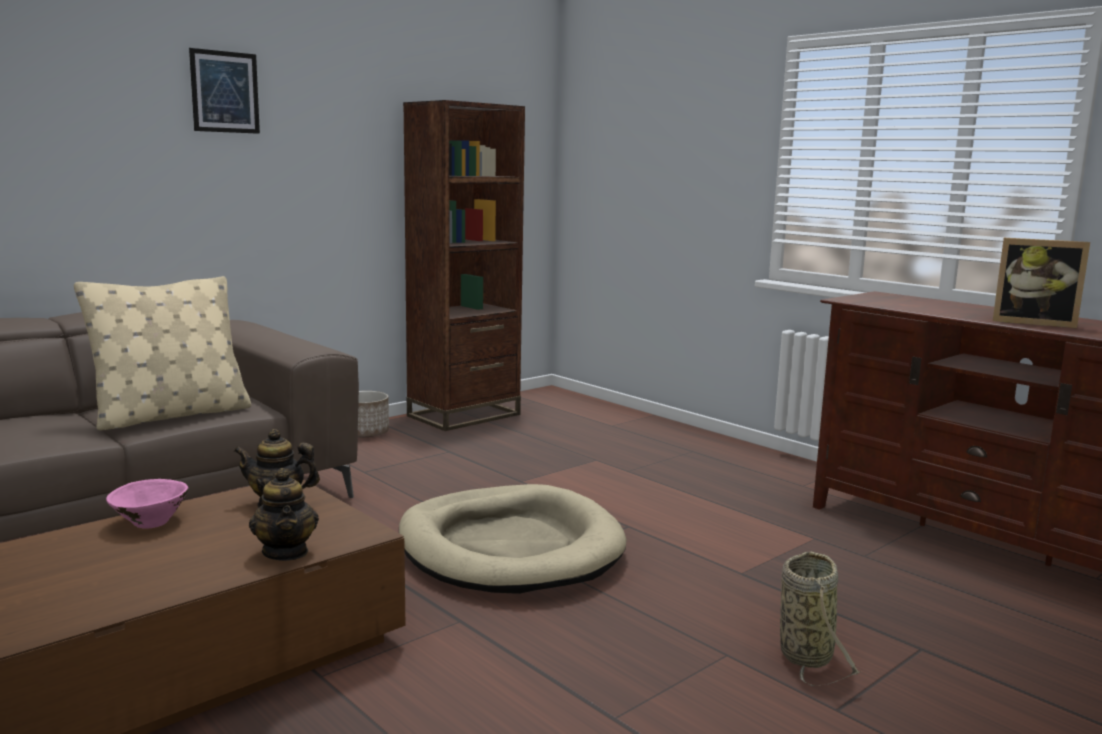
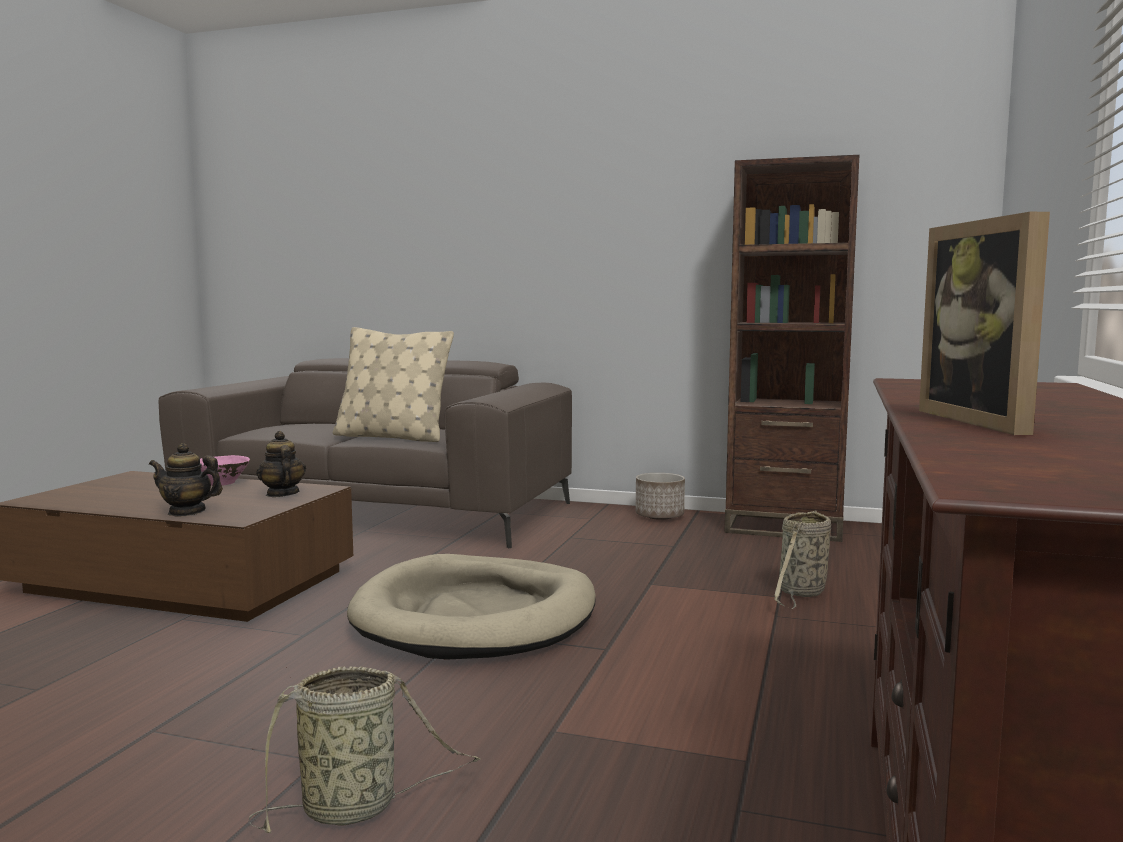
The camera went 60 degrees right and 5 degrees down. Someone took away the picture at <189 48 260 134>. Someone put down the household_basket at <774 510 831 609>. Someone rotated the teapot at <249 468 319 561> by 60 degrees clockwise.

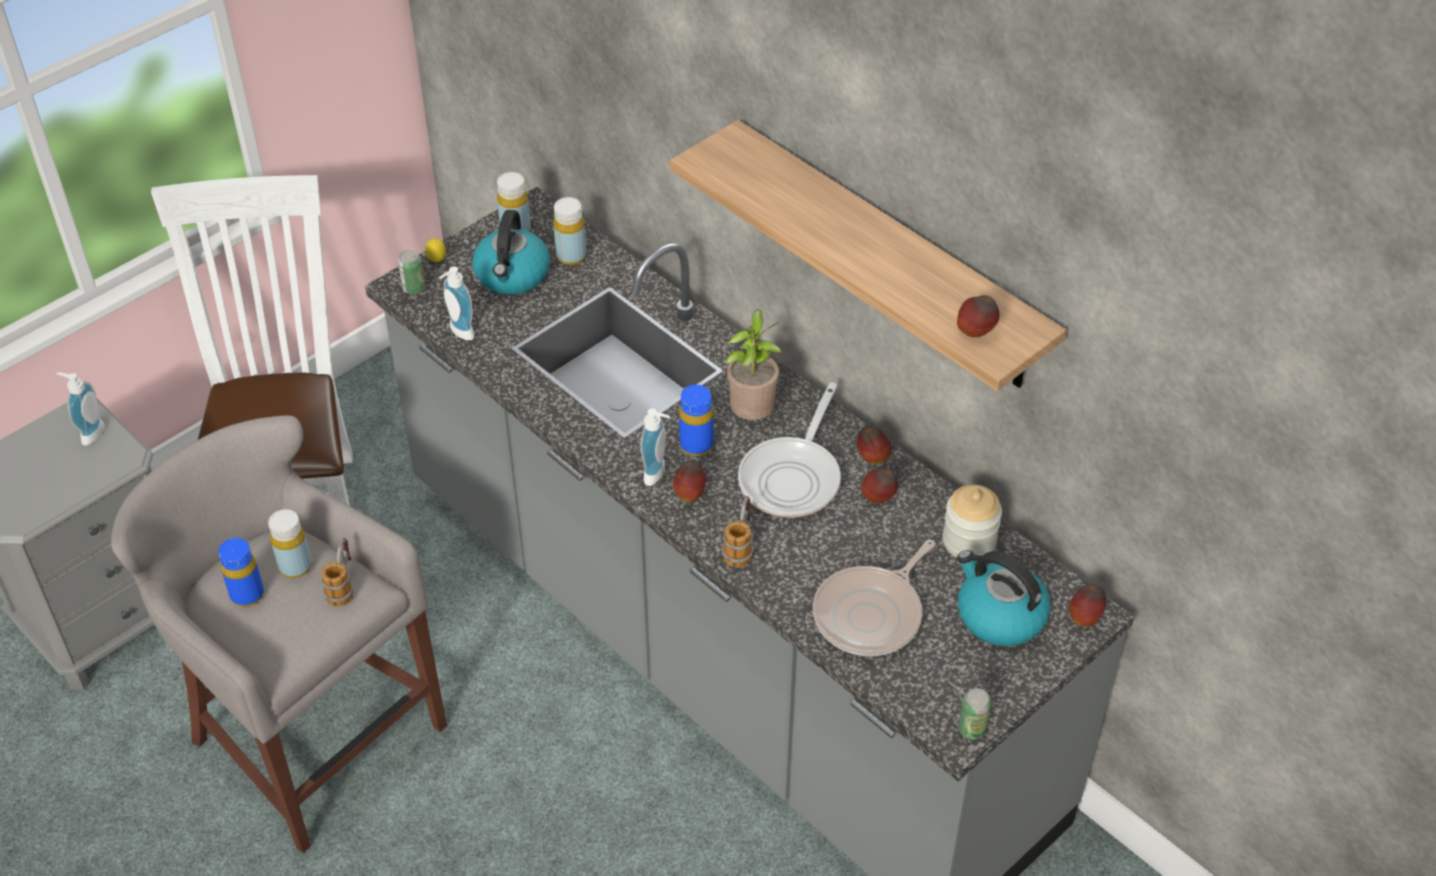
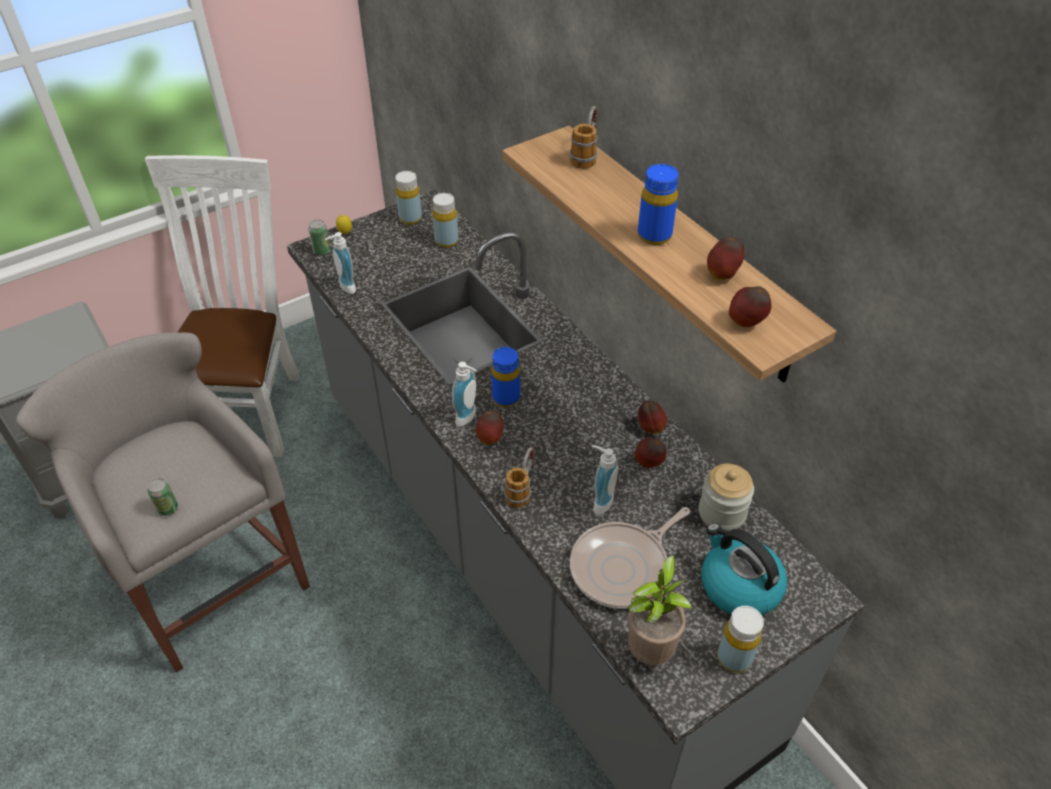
The camera went 10 degrees right and 0 degrees up. Someone took away the water_kettle at <472 210 550 295>. Someone took away the frying_pan at <738 382 841 518>. Someone carried the liquid_soap_bottle from <56 372 104 446> to <592 445 618 515>. Someone carried the blue-coloured_drink_bottle from <218 538 264 607> to <638 164 679 245>. Someone carried the yellow-coloured_drink_bottle from <268 509 312 578> to <717 606 764 673>. Someone carried the tea_mug from <321 538 353 606> to <570 106 598 169>. Someone carried the potted_plant from <726 309 782 420> to <628 556 692 665>. Someone carried the metal_can from <958 688 991 739> to <148 478 178 516>. Someone carried the whole_apple from <1069 584 1106 627> to <707 237 745 280>.

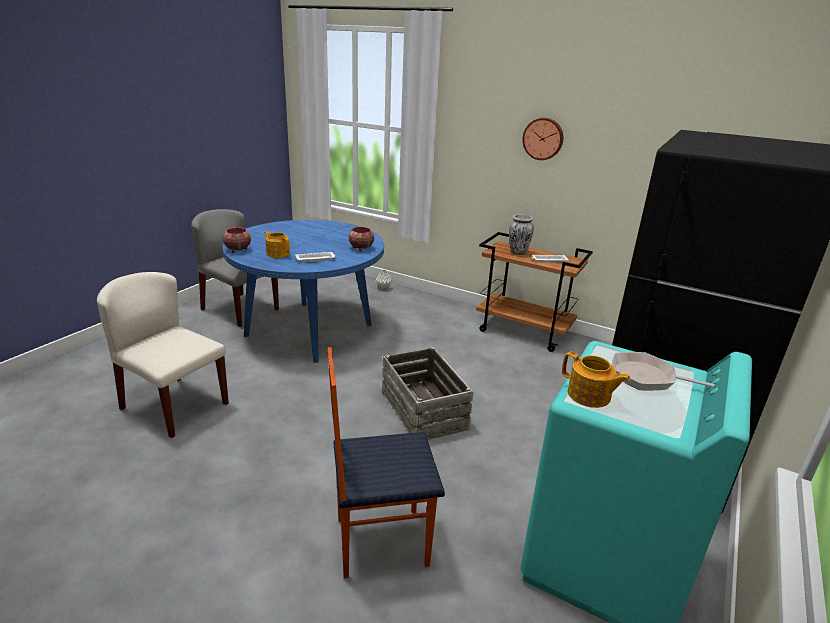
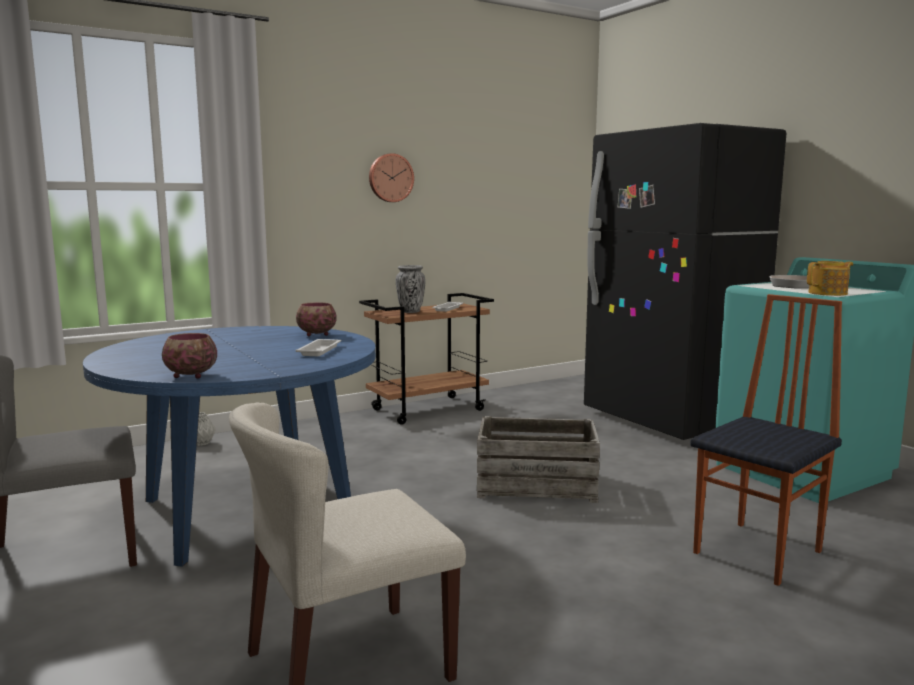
The camera went 60 degrees left and 15 degrees down. Someone took away the teapot at <264 231 290 258>. Someone rotated the plain_chair at <328 347 445 579> by 150 degrees counterclockwise.

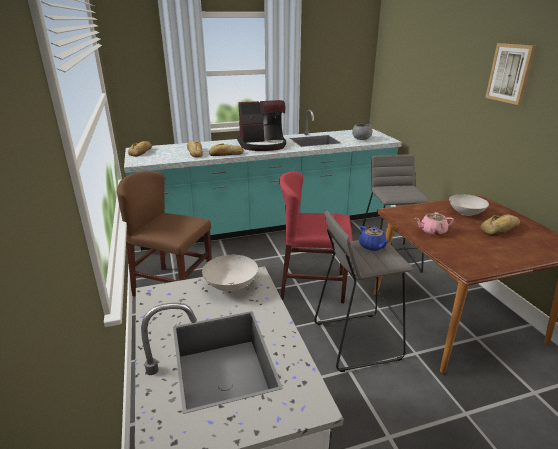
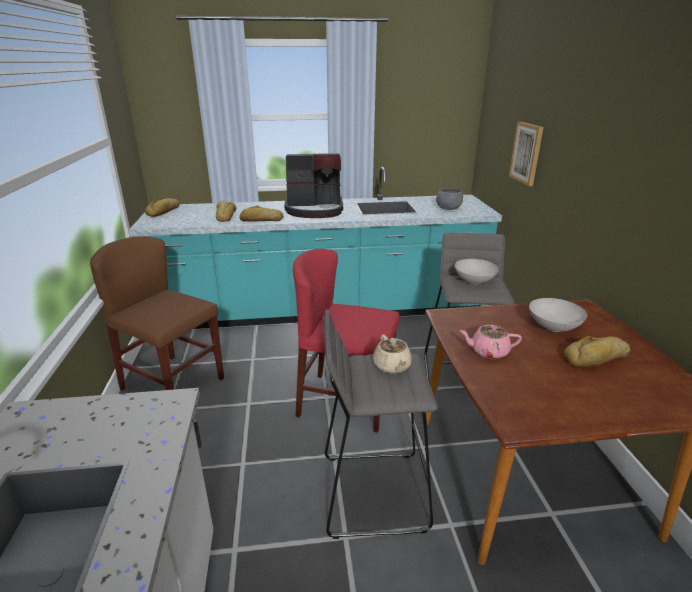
The camera went 10 degrees right and 0 degrees up. Someone carried the white_serving_bowl from <202 255 258 292> to <454 259 499 284>. Someone carried the picture from <485 43 536 105> to <509 122 543 186>. Someone repainted the blue-coloured_teapot at <359 226 390 251>, which became the beige-coloured_teapot at <373 335 412 374>.

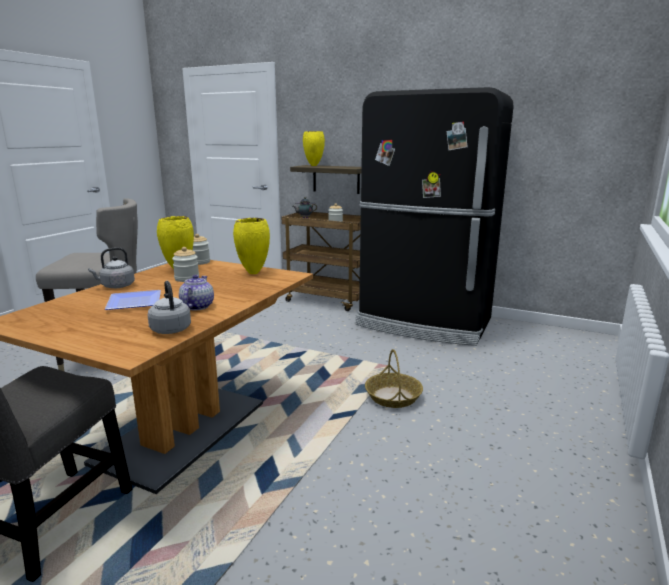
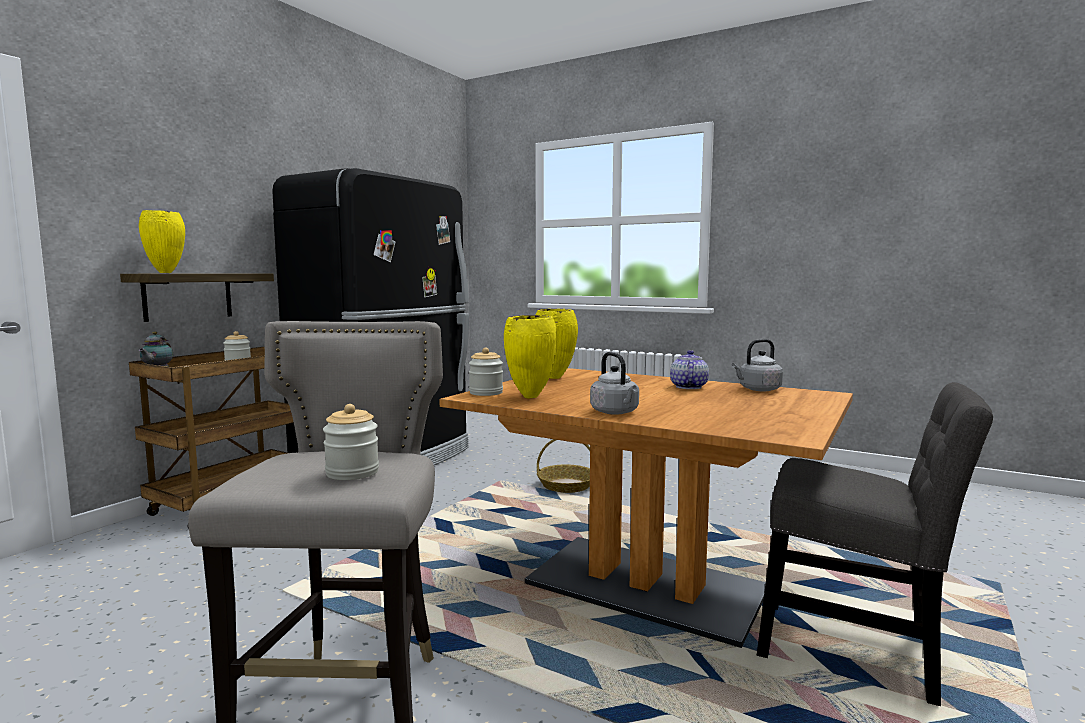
The camera went 85 degrees left and 10 degrees down. Someone took away the plate at <105 290 161 310>. Someone carried the preserve_jar from <172 247 199 282> to <323 404 379 480>. Someone rotated the teapot at <179 275 214 310> by 90 degrees clockwise.

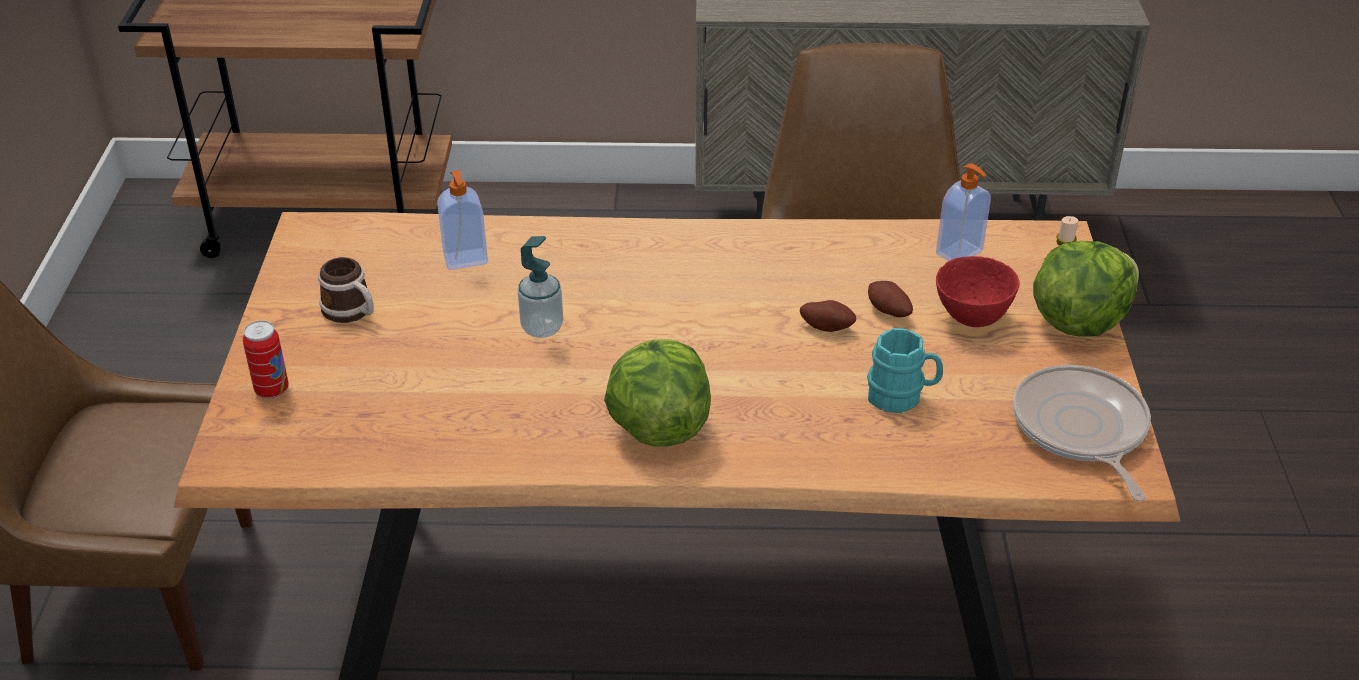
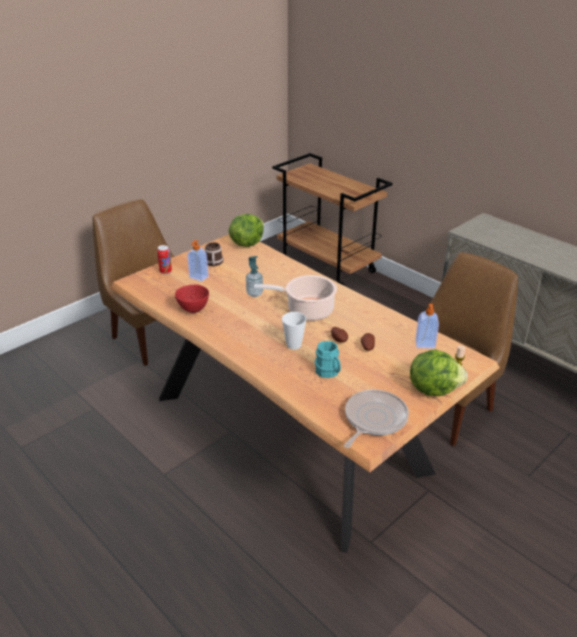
The camera went 45 degrees right and 5 degrees down. Someone put down the saucepot at <254 275 337 321>. Someone put down the small_cup at <282 312 307 350>. Someone carried the liquid_soap_bottle from <437 170 488 270> to <187 240 209 282>. Someone carried the lettuce_head from <604 339 711 446> to <229 214 264 247>. Someone carried the red_serving_bowl from <936 256 1020 327> to <175 284 209 313>.

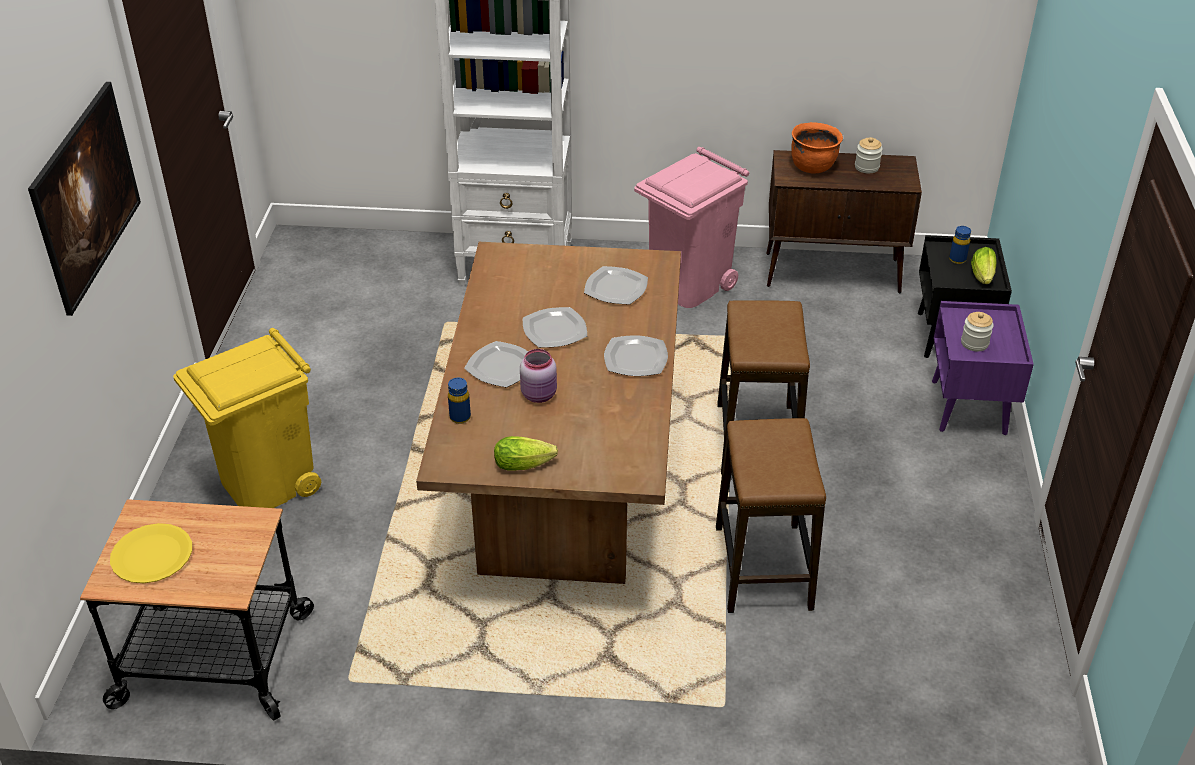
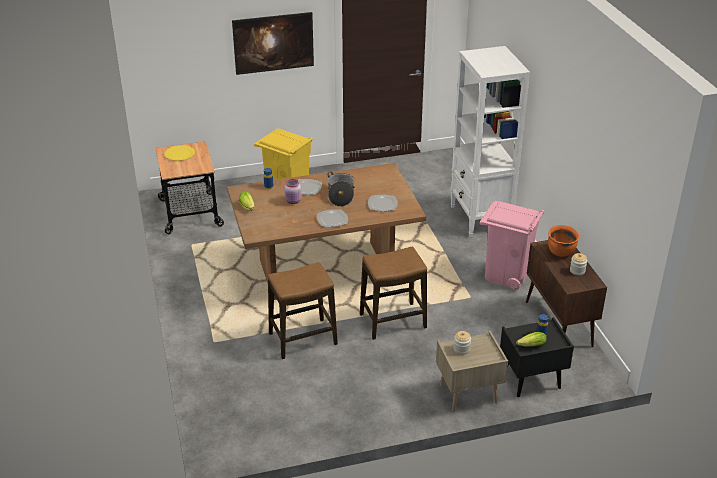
The camera went 70 degrees right and 5 degrees down. Someone swapped the plate at <523 307 587 348> for the saucepot at <328 172 355 207>. Someone repainted the purple-coloured_night_table at <932 301 1034 435>, which became the beige-coloured_night_table at <436 331 508 412>.

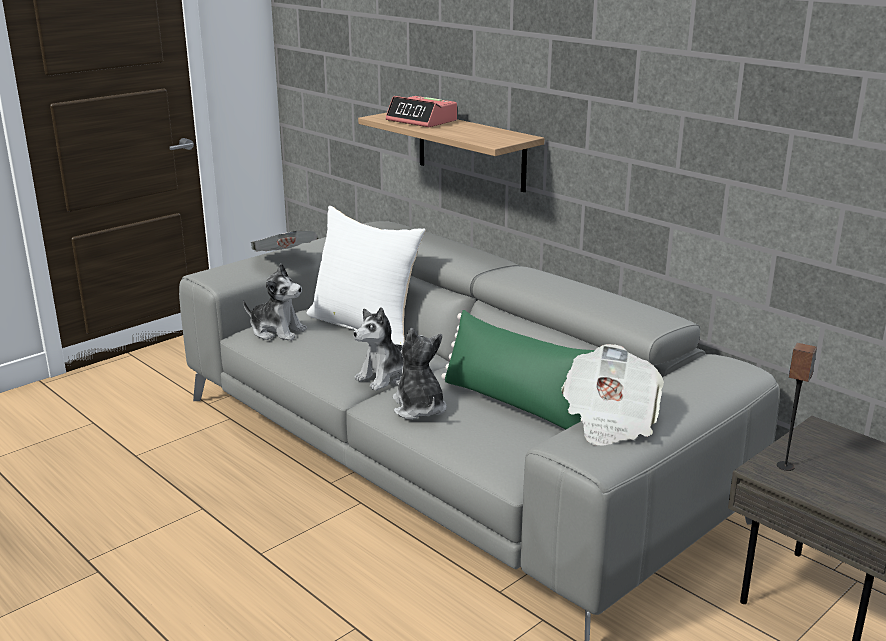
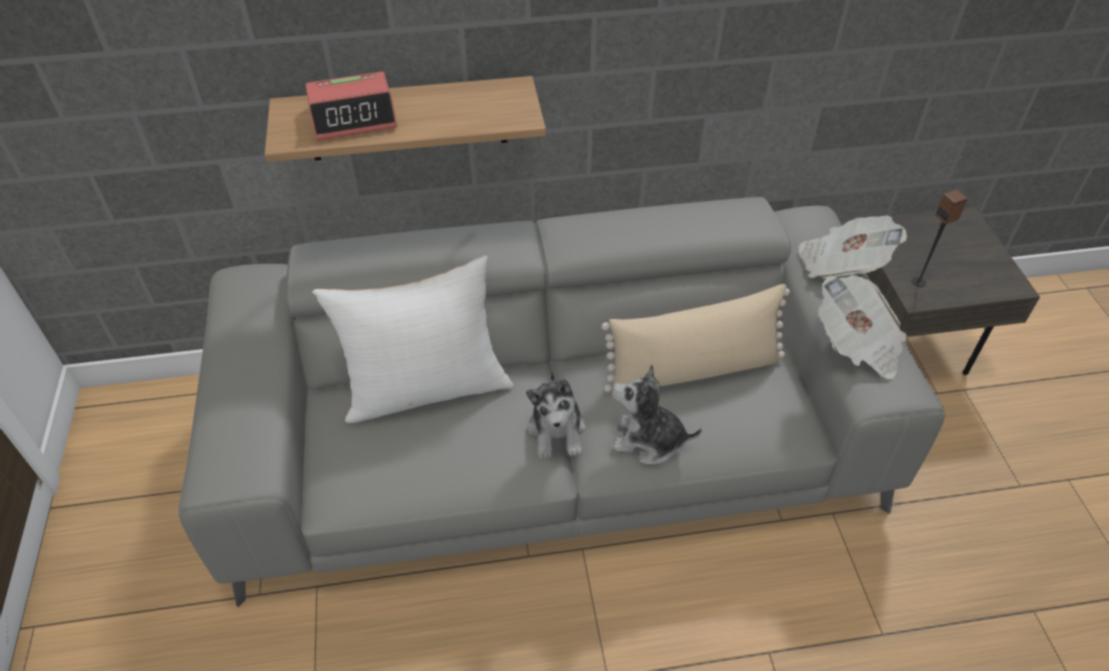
The camera went 55 degrees left and 25 degrees up. Someone took away the plush_toy at <243 264 307 341>. Someone carried the newspaper from <250 231 319 251> to <798 215 907 278>. Someone repainted the greenish_cushion at <441 310 595 430>, which became the beige-coloured_cushion at <601 284 790 393>.

